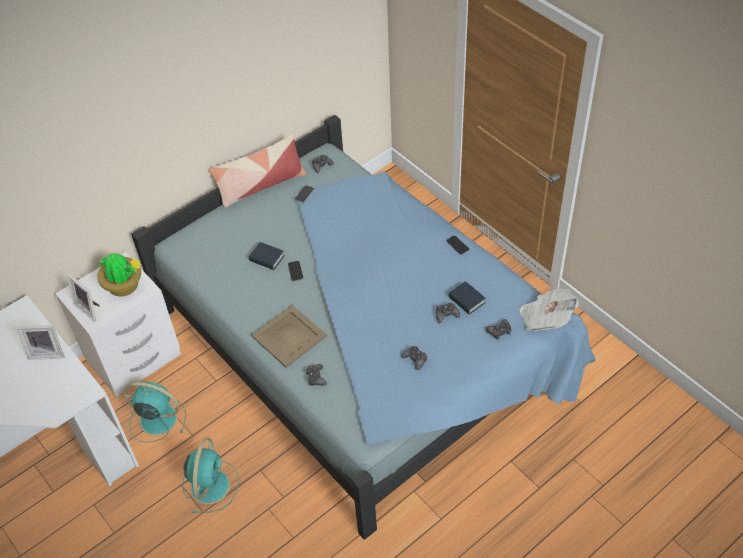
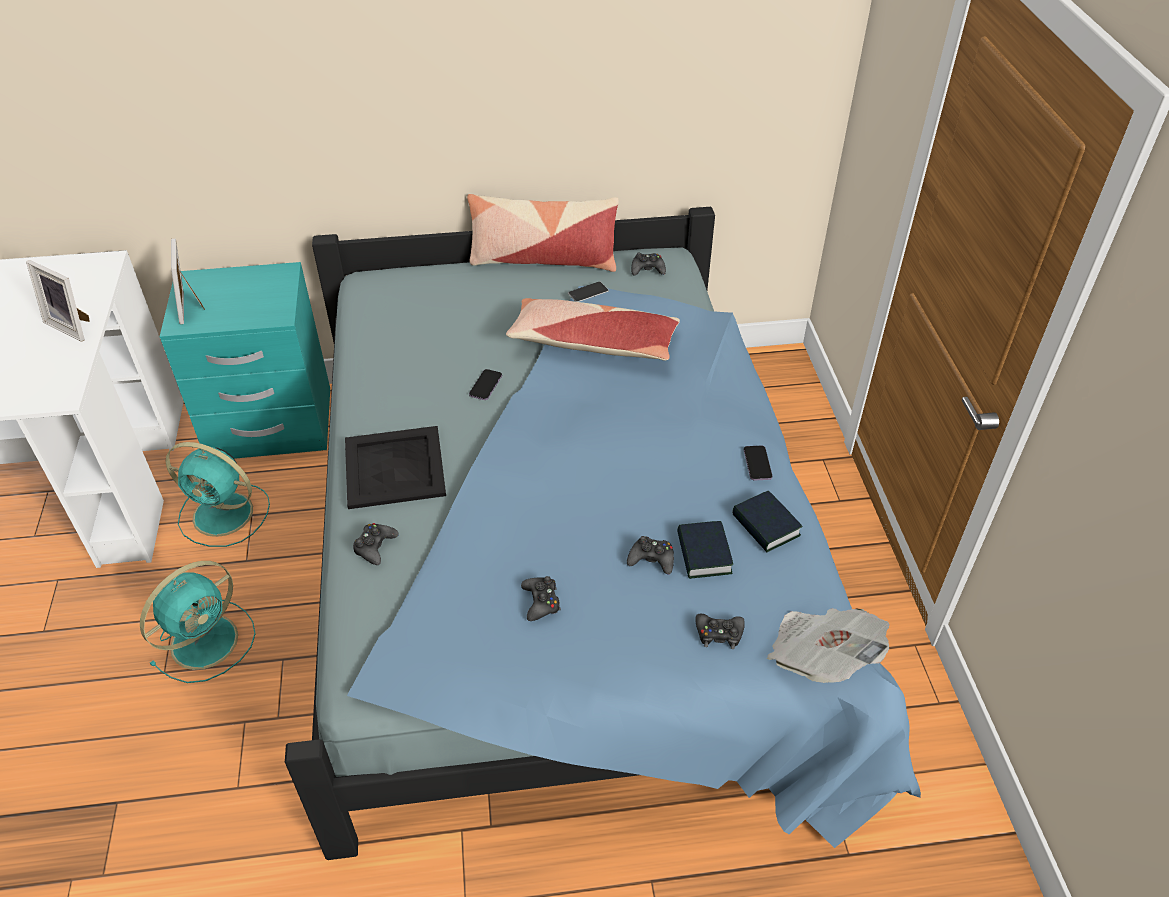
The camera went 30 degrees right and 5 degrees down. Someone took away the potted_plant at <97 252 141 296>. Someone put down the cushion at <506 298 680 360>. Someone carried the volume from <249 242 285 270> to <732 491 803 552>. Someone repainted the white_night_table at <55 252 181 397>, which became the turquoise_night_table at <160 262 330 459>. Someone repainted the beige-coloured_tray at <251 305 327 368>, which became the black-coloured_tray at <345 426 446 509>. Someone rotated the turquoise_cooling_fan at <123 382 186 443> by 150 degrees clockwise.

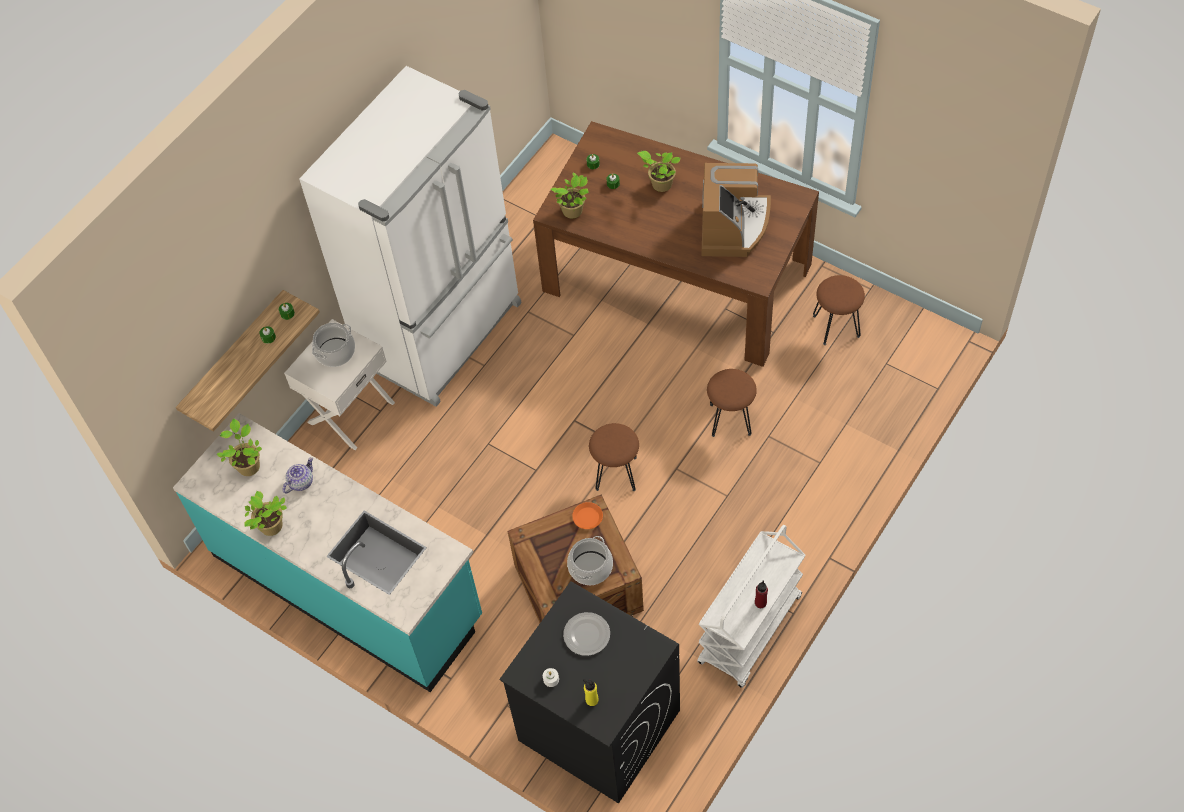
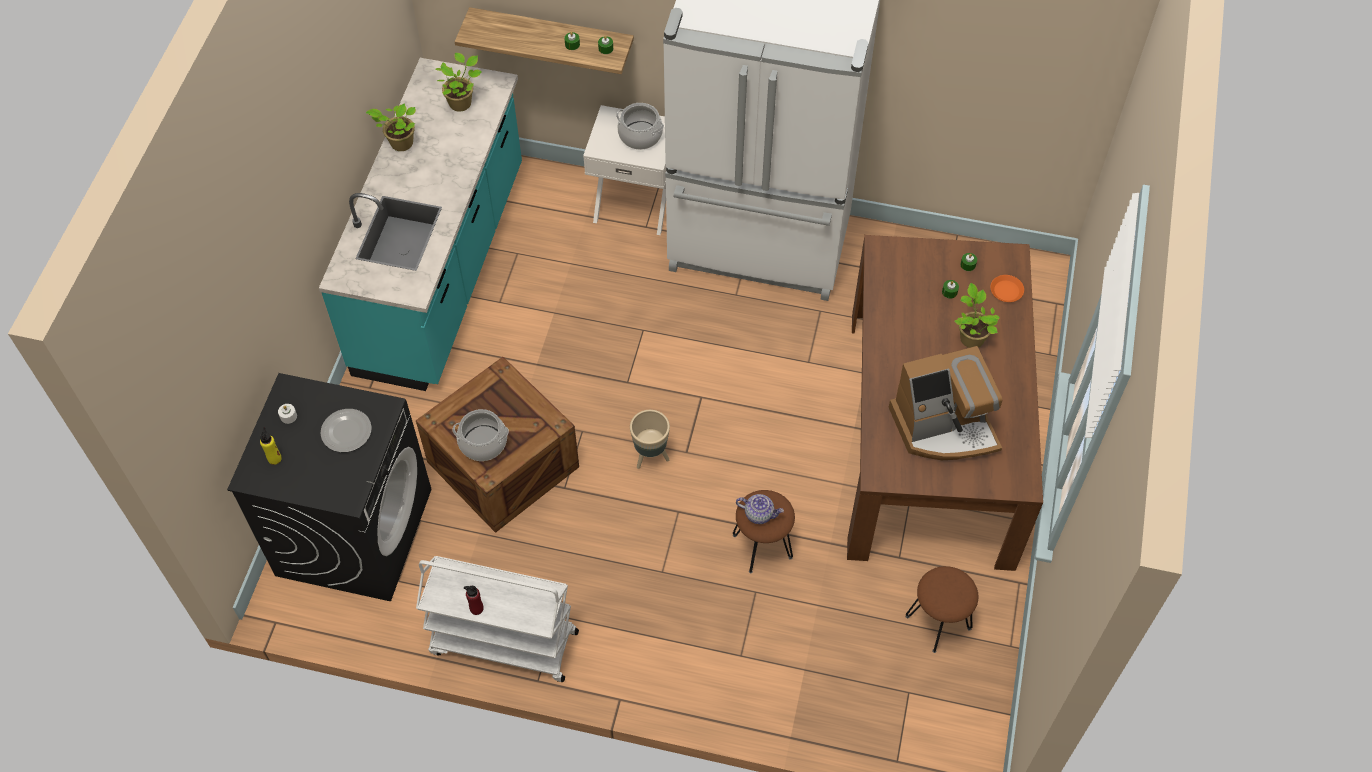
The camera went 65 degrees right and 0 degrees up. Someone took away the potted_plant at <551 173 589 218>. Someone carried the teapot from <282 457 313 494> to <736 494 784 524>. Someone carried the orange-coloured_plate from <572 502 603 529> to <990 275 1024 302>. Someone swapped the brownish_stool at <589 423 639 491> for the beige-coloured_planter at <630 410 670 469>.

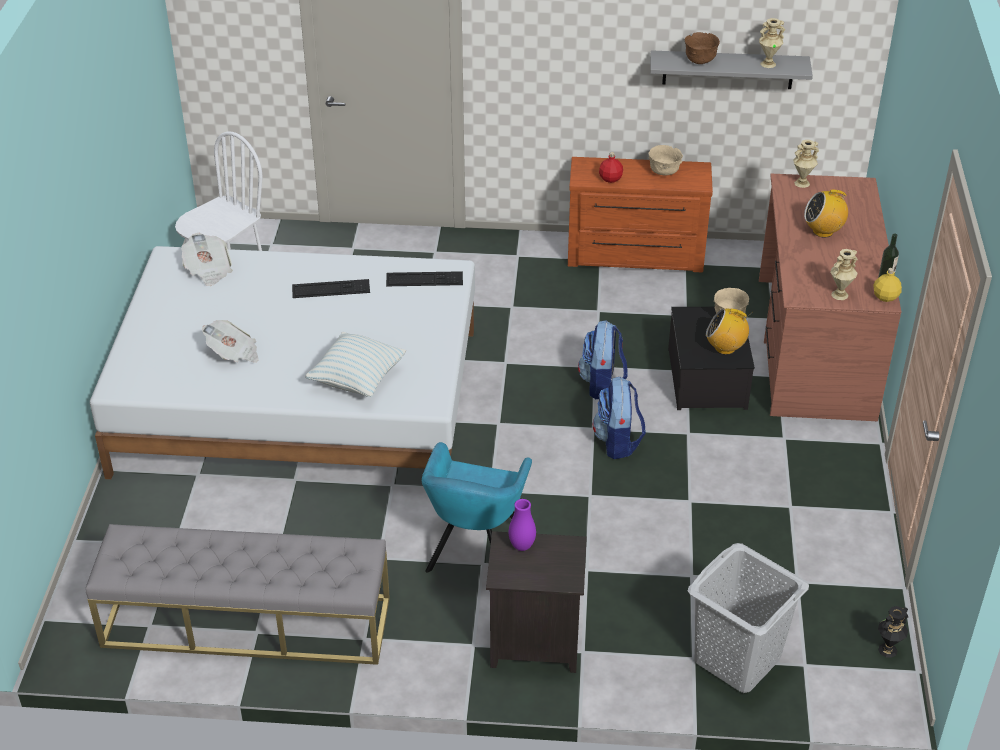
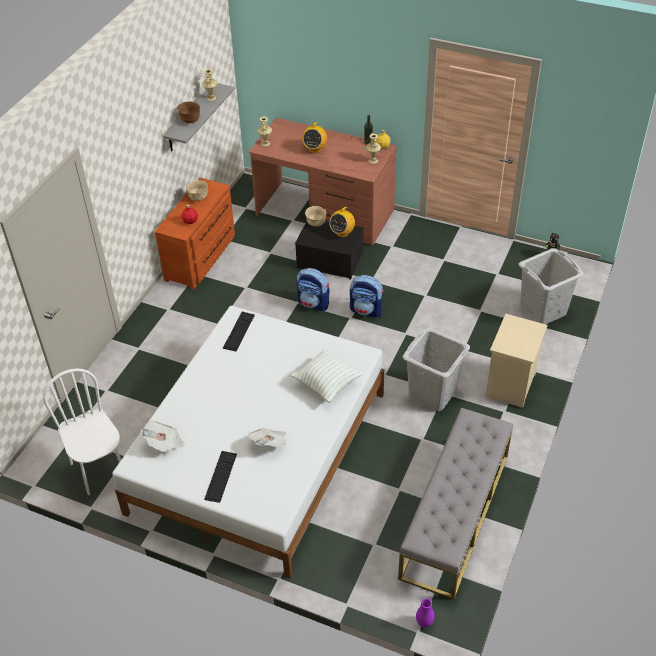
The camera went 70 degrees left and 5 degrees up. Someone carried the computer_keyboard from <292 279 370 298> to <204 451 237 503>. Someone carried the purple-coloured_vase from <509 499 536 551> to <416 598 434 628>. Someone swapped the turquoise_easy_chair at <422 442 532 572> for the grey_hamper at <402 327 470 411>. Someone repainted the black-coloured_night_table at <486 531 587 673>, which became the beige-coloured_night_table at <485 314 547 408>.

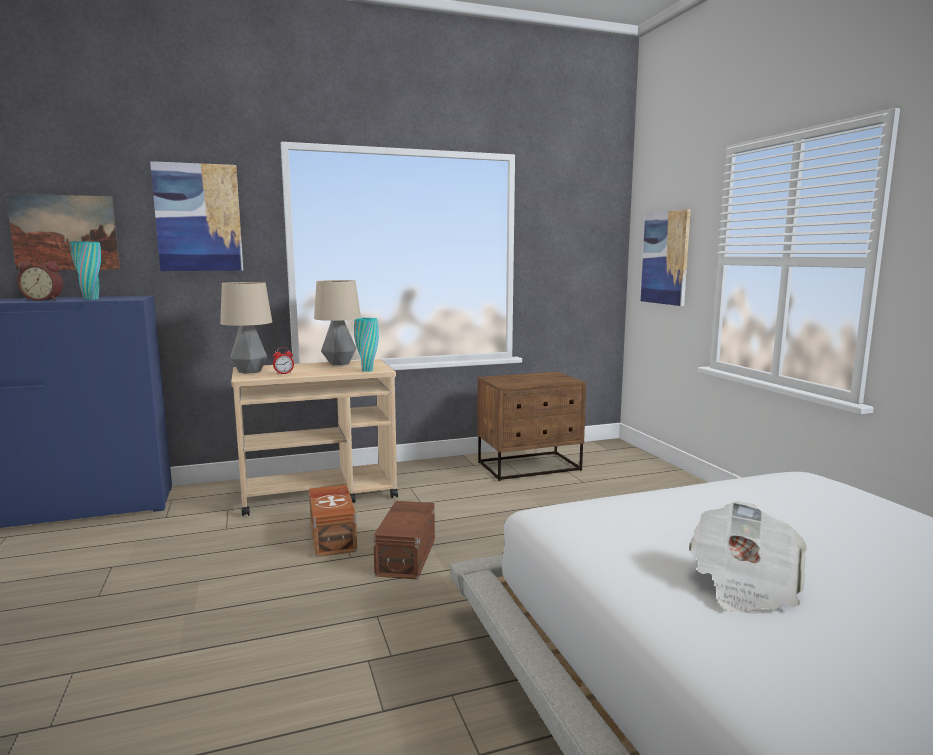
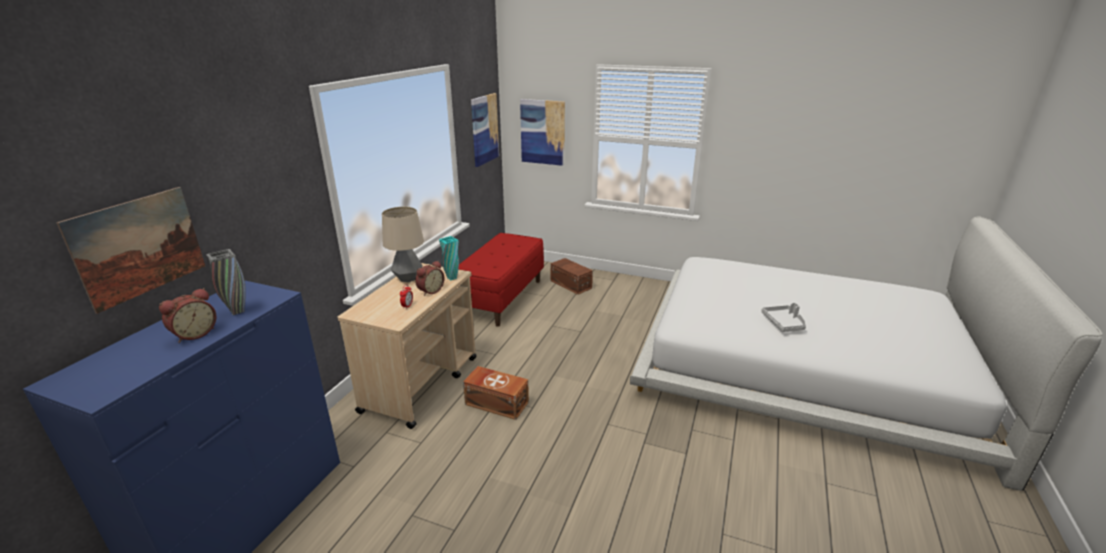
The camera went 50 degrees left and 15 degrees up. Someone took away the lamp_for_a_table at <220 282 272 374>. Someone put down the alarm_clock at <415 261 444 296>. Someone carried the picture from <150 161 243 271> to <471 93 499 167>. Someone carried the brownish_storage_container from <373 501 435 580> to <550 258 593 295>. Someone swapped the brownish_night_table at <478 372 586 481> for the red_bench at <458 233 544 327>. Someone swapped the newspaper at <689 502 807 613> for the grey_tray at <761 303 806 332>. Someone repainted the turquoise_vase at <69 242 101 300>, which became the grey_vase at <207 249 246 315>.

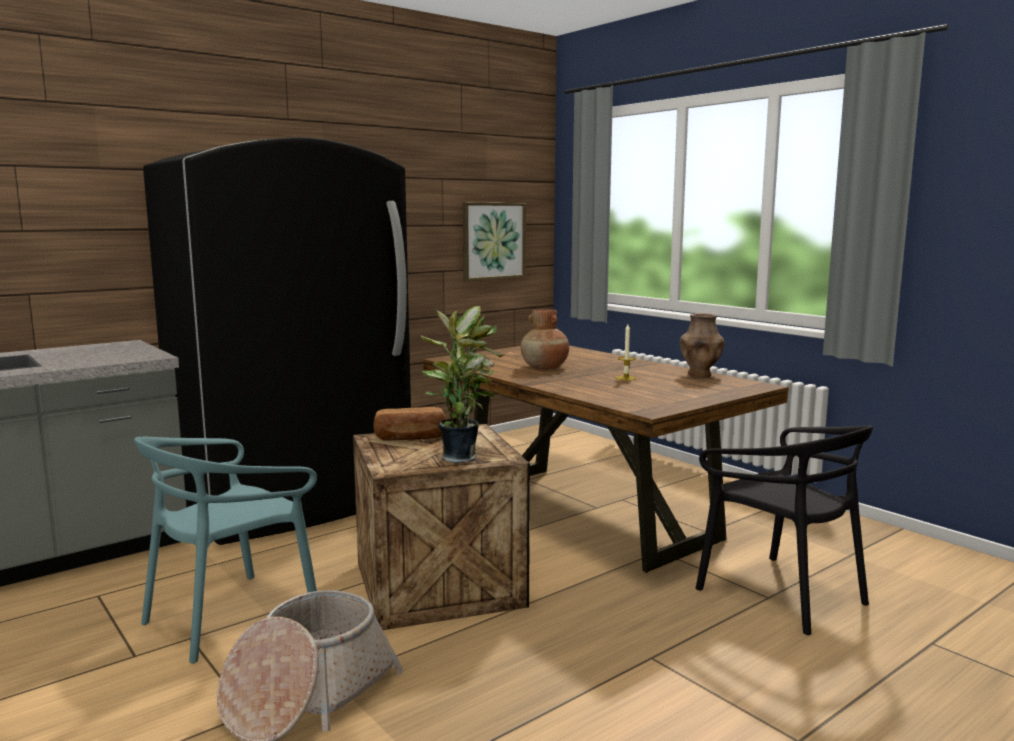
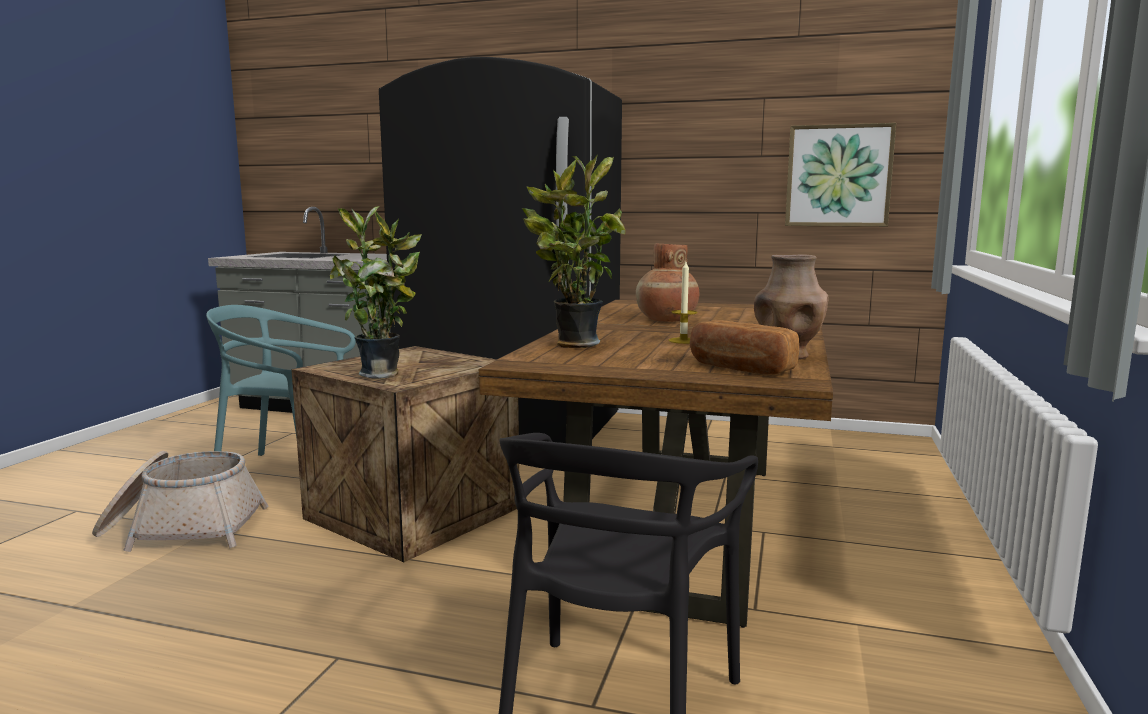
The camera went 55 degrees right and 0 degrees up. Someone put down the potted_plant at <522 154 625 348>. Someone carried the bakery_bread from <374 407 446 441> to <690 320 799 375>.

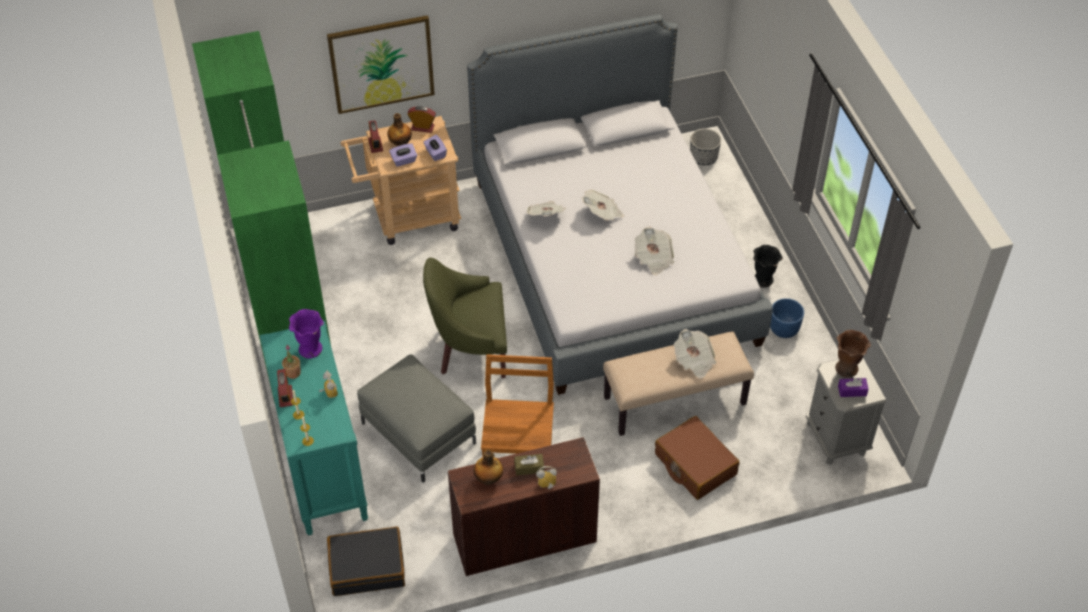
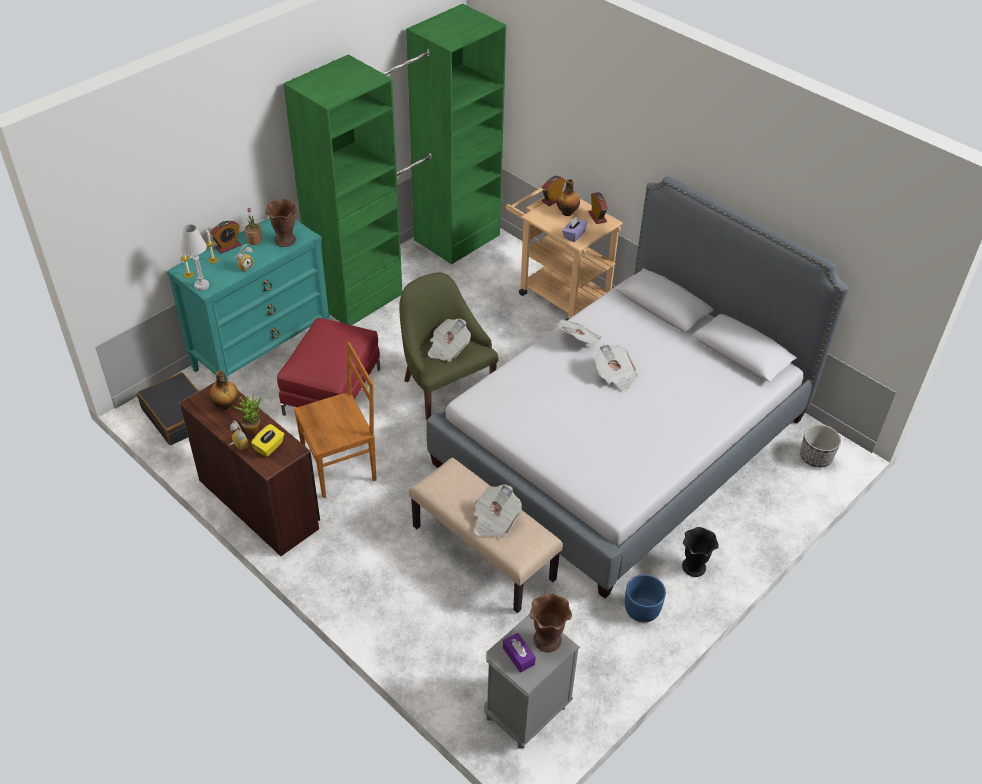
The camera went 60 degrees right and 5 degrees down. Someone took away the picture at <327 15 435 114>. Someone took away the purple-coloured_box_of_tissues at <389 144 417 167>. Someone took away the brownish_travel_case at <655 416 740 500>. Someone put down the white_lamp_for_a_table at <181 224 209 291>. Someone put down the yellow-coloured_box_of_tissues at <251 424 284 457>. Someone carried the newspaper from <635 227 674 275> to <428 319 471 362>. Someone swapped the brownish_box_of_tissues at <514 454 544 475> for the potted_plant at <233 395 261 434>. Someone repainted the purple-coloured_vase at <289 309 324 358>, which became the brownish_vase at <265 199 297 247>. Someone repainted the grey_footrest at <357 354 476 483>, which became the red_footrest at <277 318 380 416>.

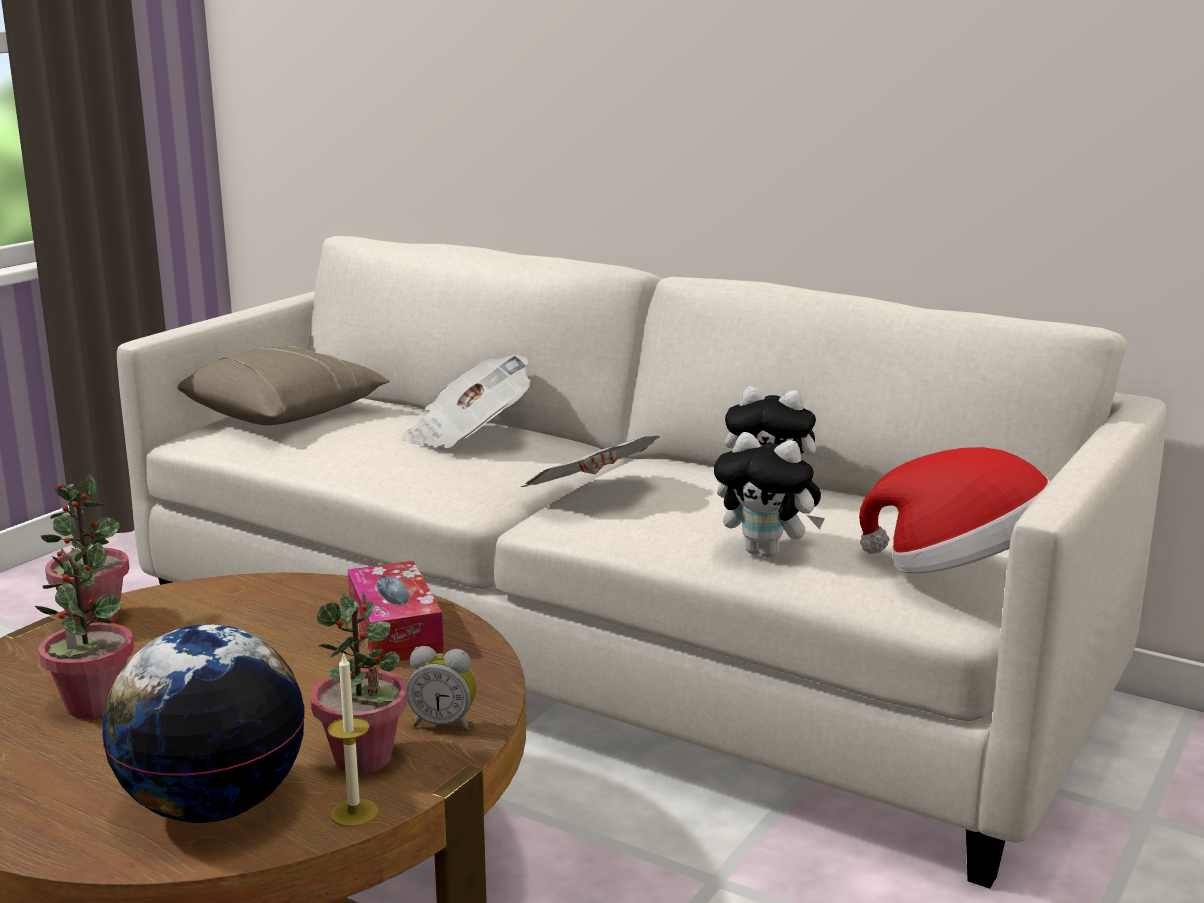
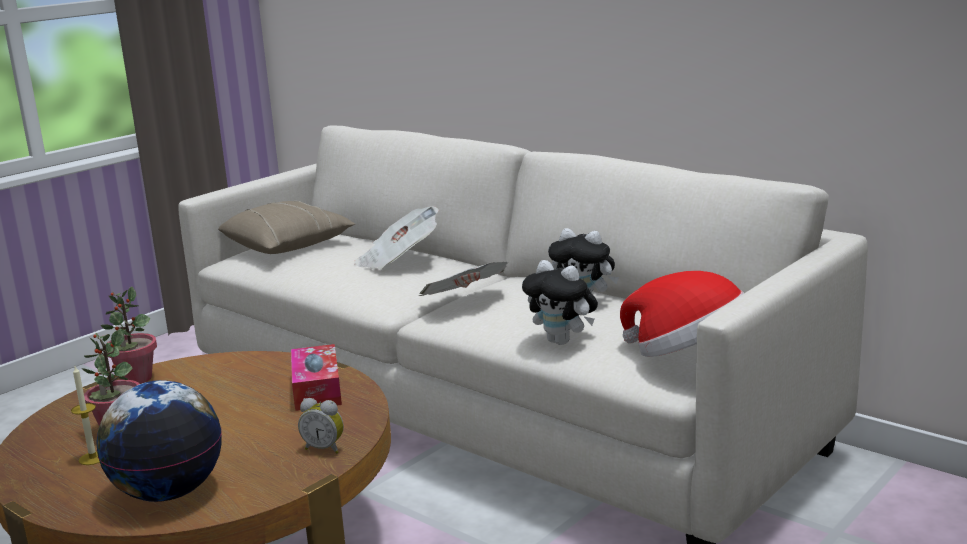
The camera went 10 degrees right and 0 degrees up. Someone took away the potted_plant at <310 592 408 773>. Someone carried the wax_candle from <328 652 379 827> to <71 366 100 465>.

